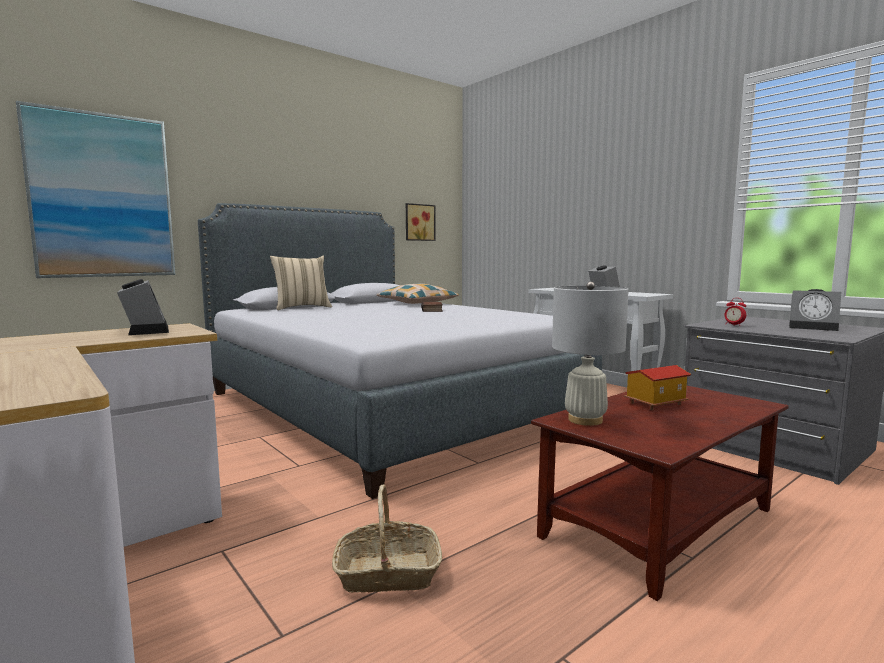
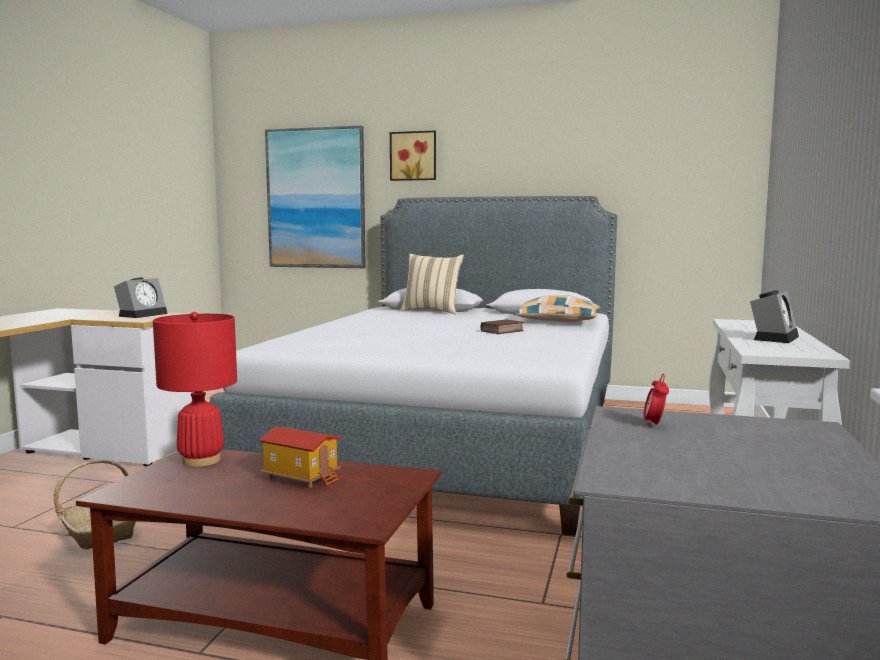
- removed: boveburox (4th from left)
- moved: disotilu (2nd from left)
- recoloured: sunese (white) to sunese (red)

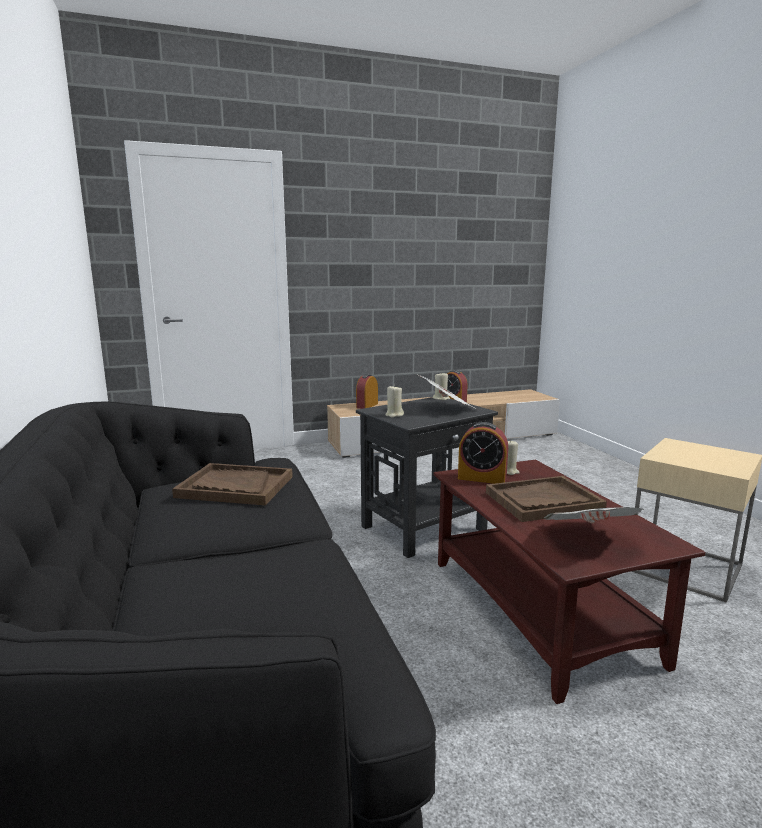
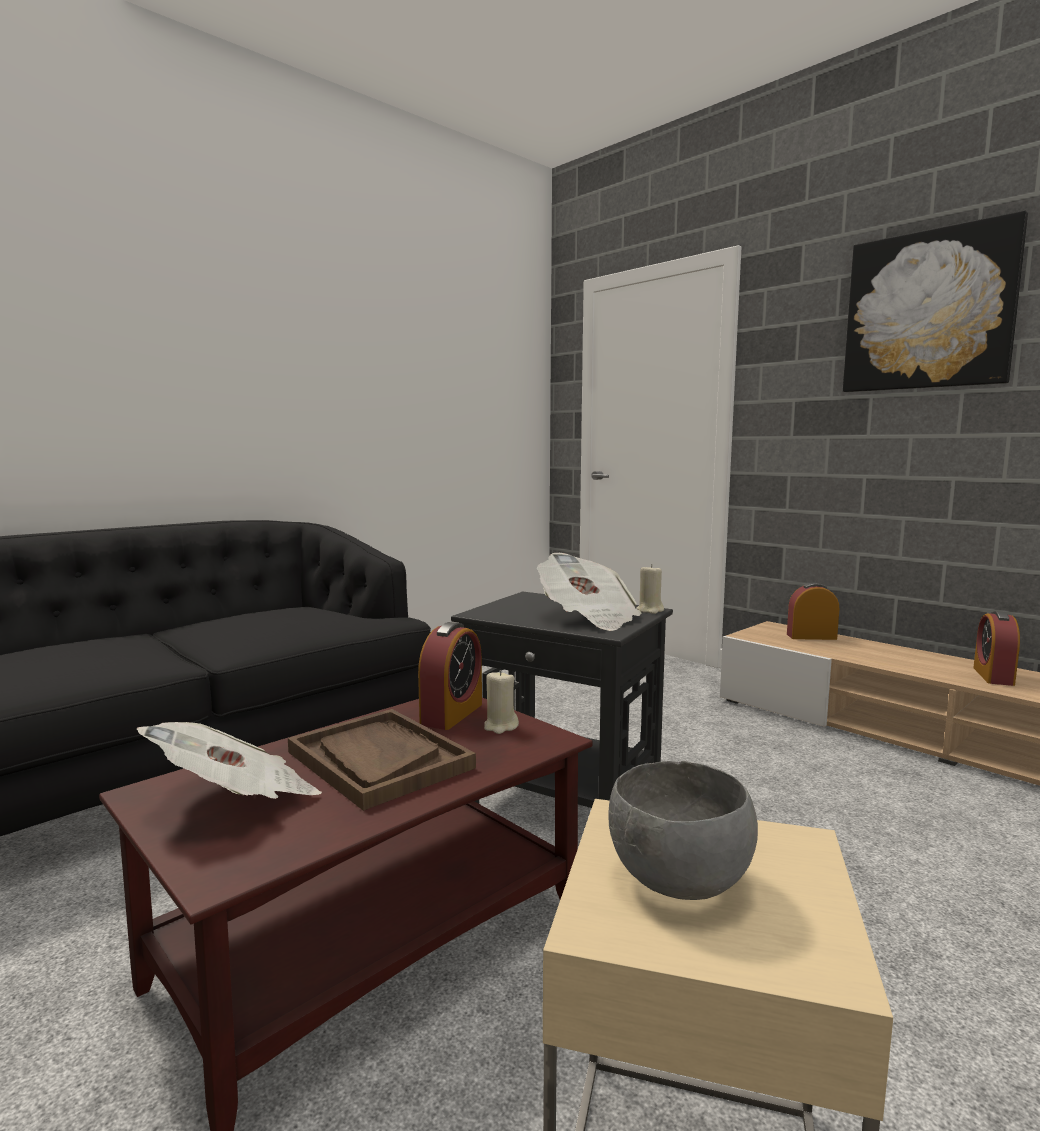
- removed: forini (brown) (1st from left)
- removed: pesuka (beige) (1st from left)
- added: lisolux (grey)
- added: disotilu
- turned: boveburox (3rd from left in the first image) 150 degrees counterclockwise

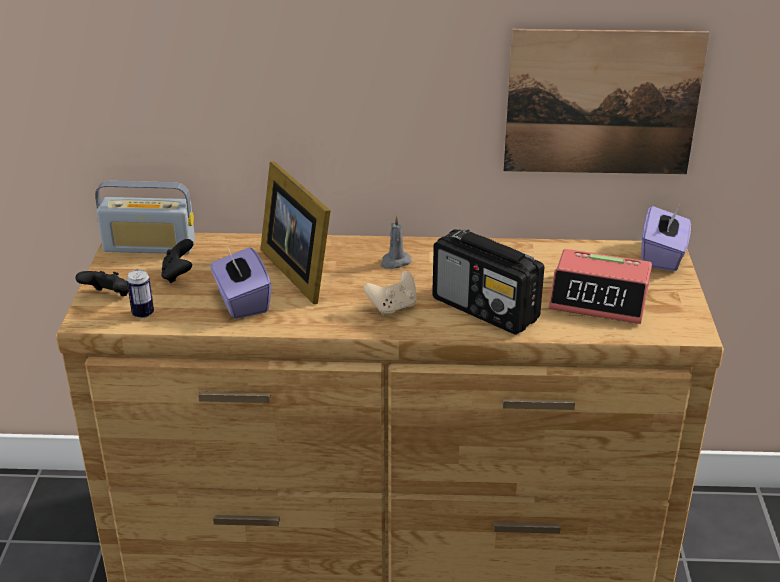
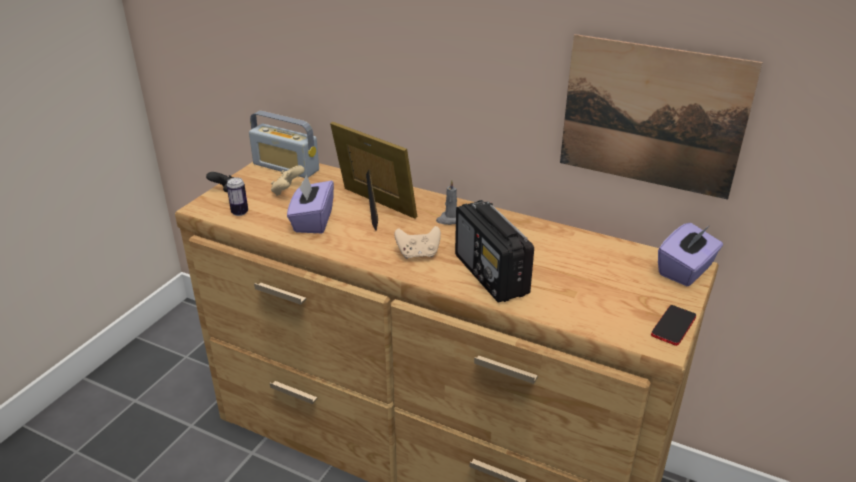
- removed: boveburox
- added: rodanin
- recoloured: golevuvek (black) (2nd from left) to golevuvek (beige) (1st from left)
- turned: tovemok 135 degrees clockwise

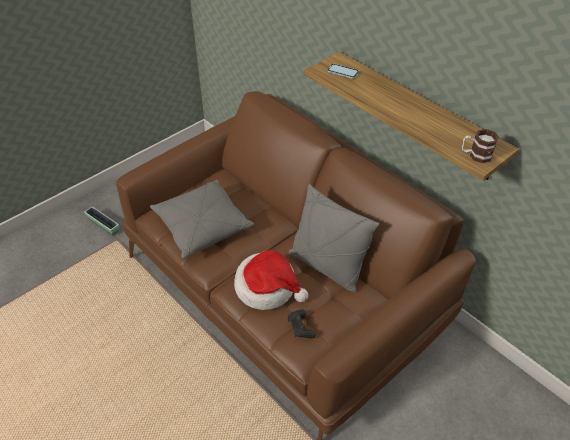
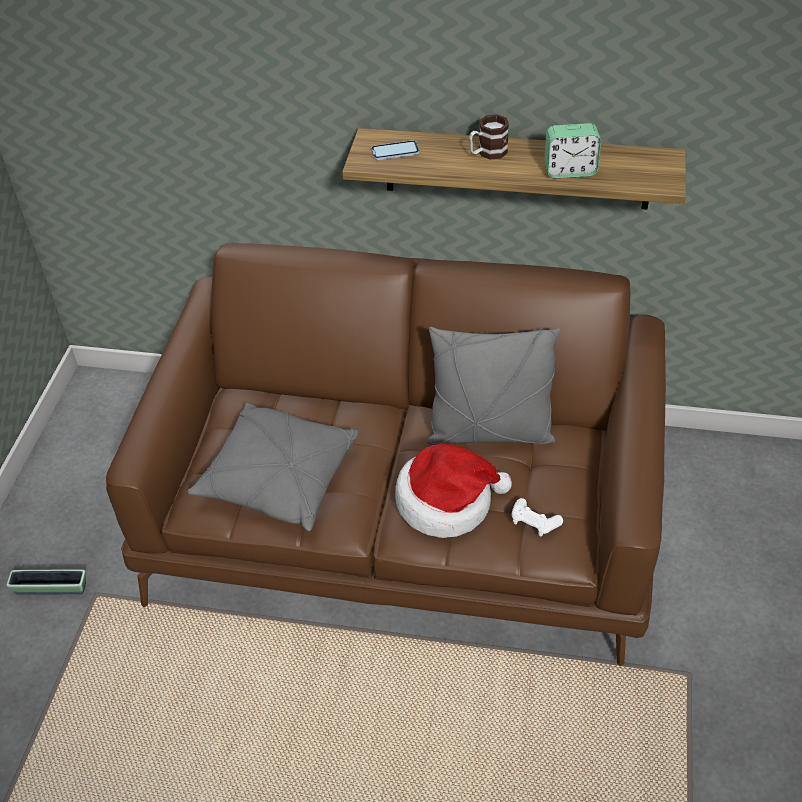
- added: boveburox
- moved: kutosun
- recoloured: golevuvek (black) to golevuvek (white)

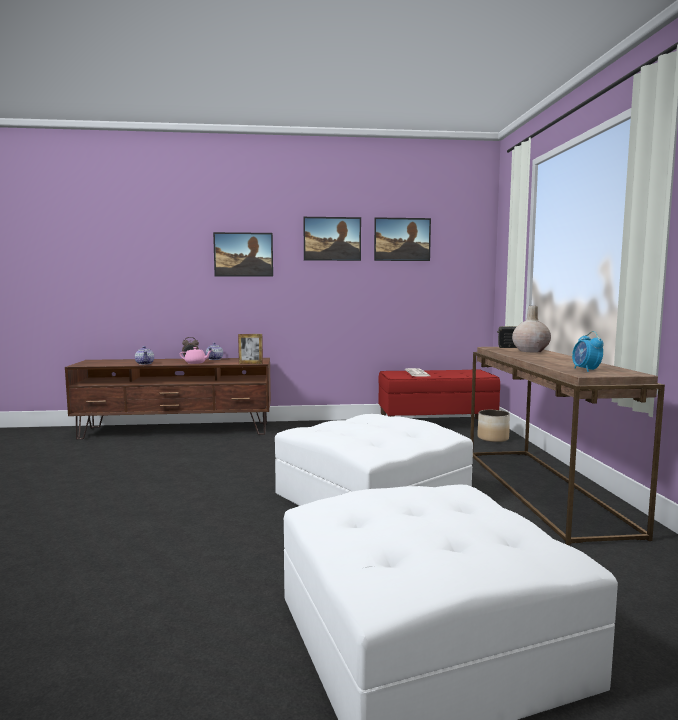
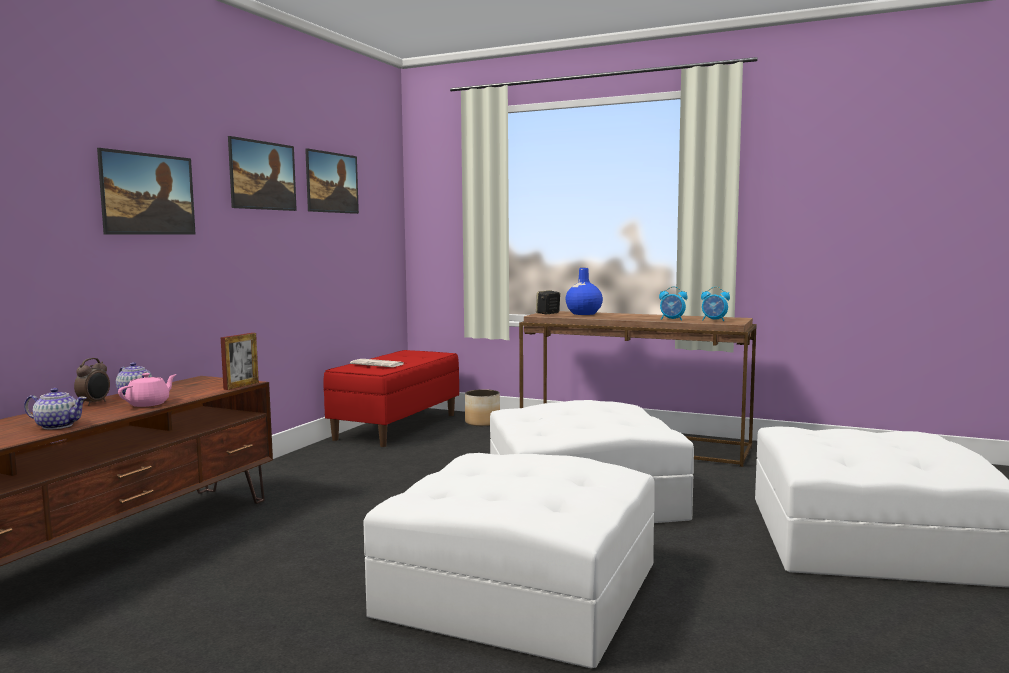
- added: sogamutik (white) (1st from left)
- added: boveburox (2nd from left)
- recoloured: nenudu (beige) to nenudu (blue)

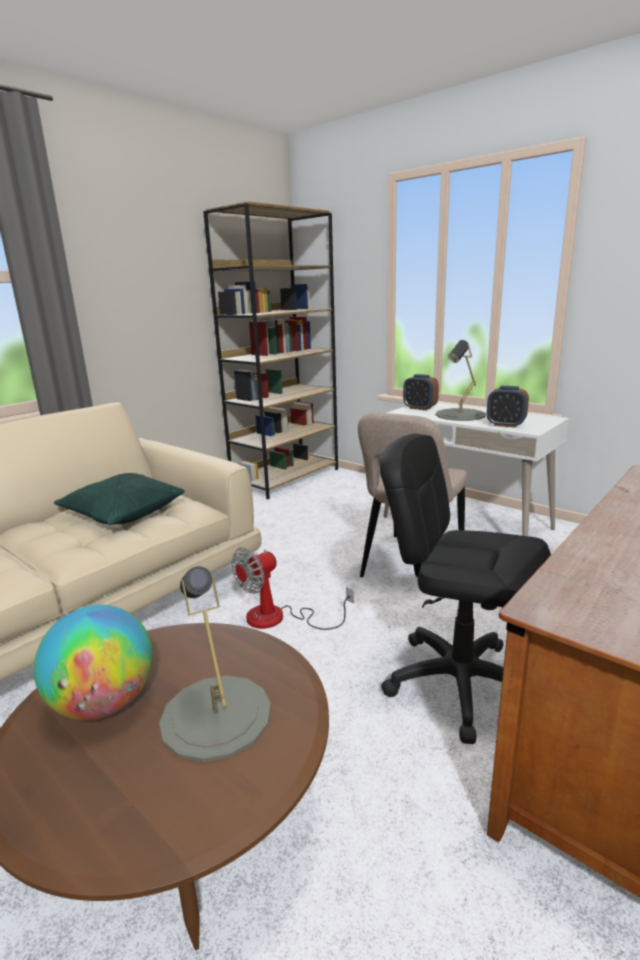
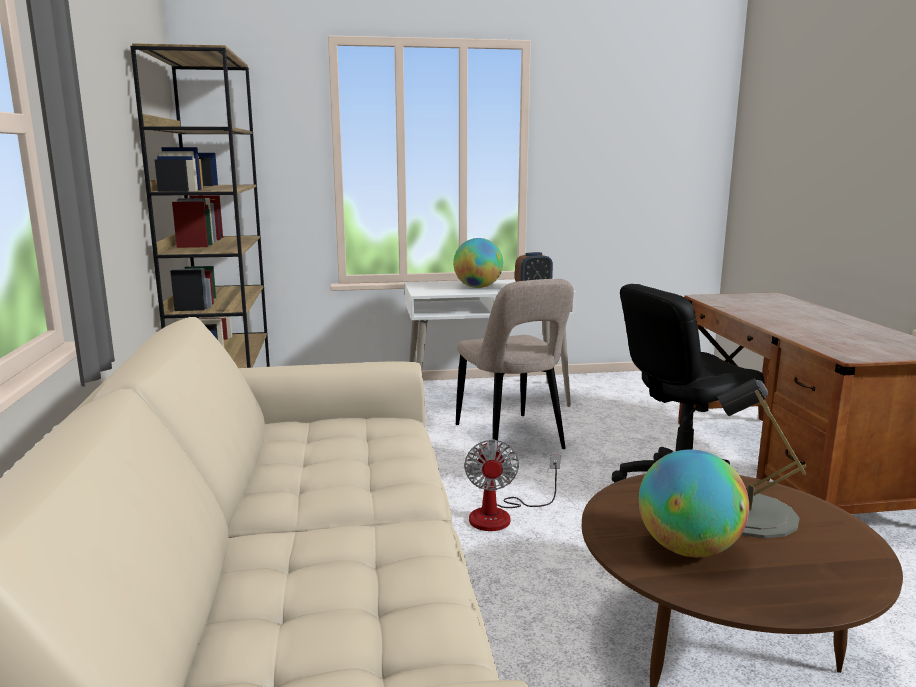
- removed: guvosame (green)
- removed: boveburox (1st from left)
- replaced: sunese (grey) (2nd from left) to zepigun (1st from left)

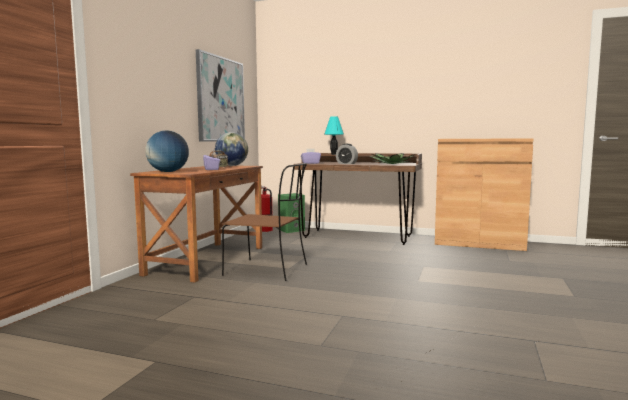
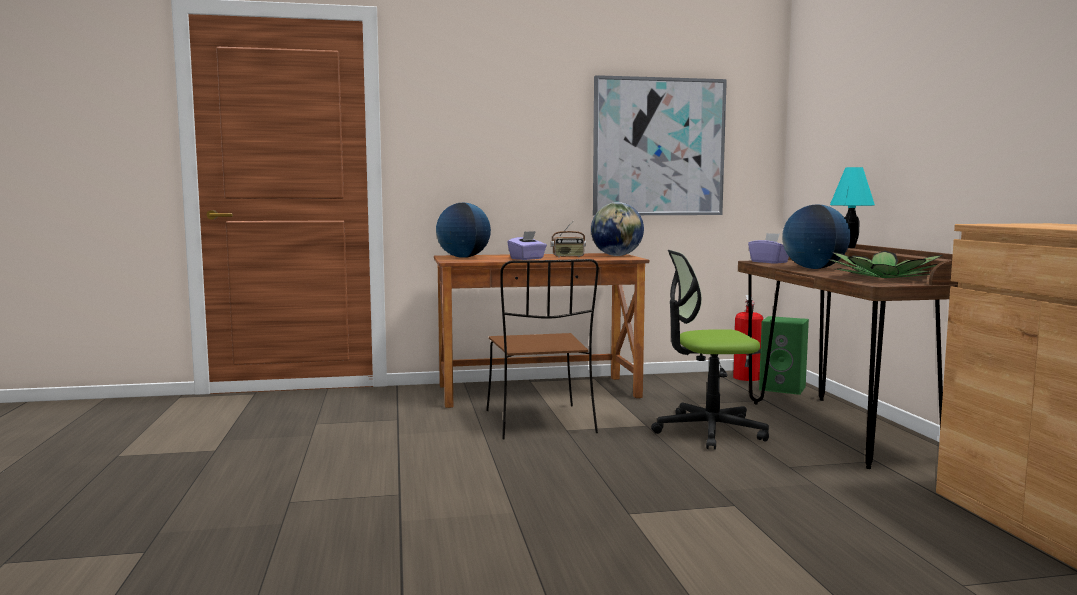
- added: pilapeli
- replaced: boveburox to zepigun (3rd from left)

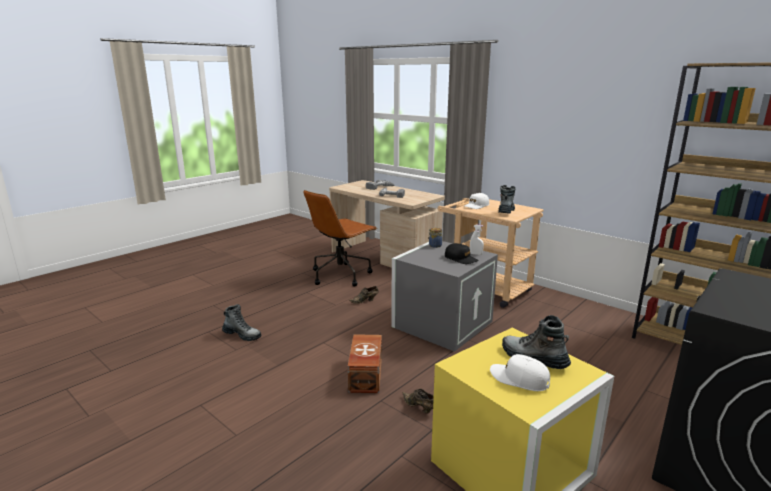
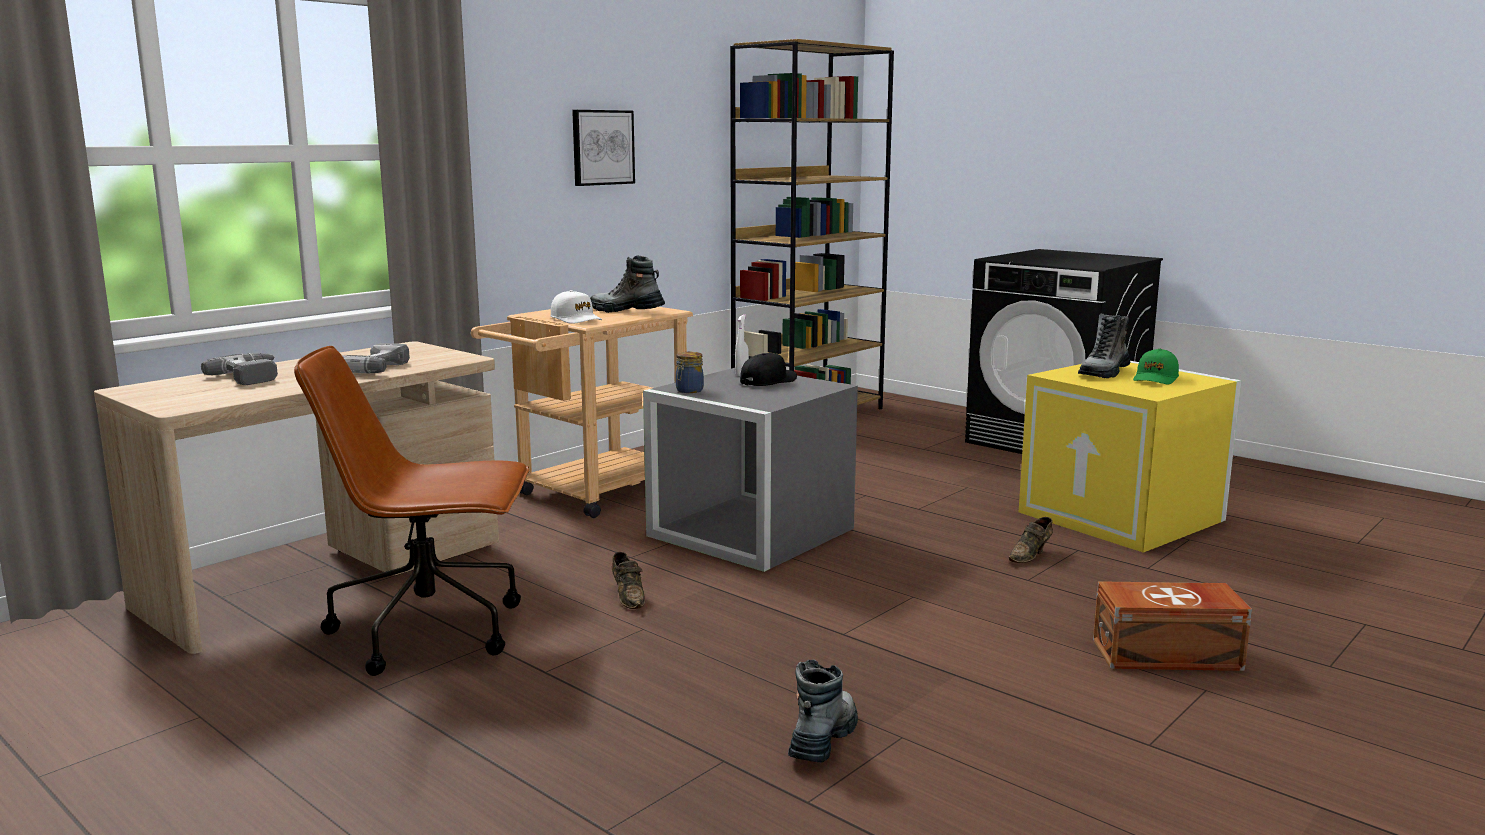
- added: disotilu
- moved: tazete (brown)
- recoloured: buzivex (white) (2nd from left) to buzivex (green)
- turned: pilapeli (brown) 135 degrees clockwise

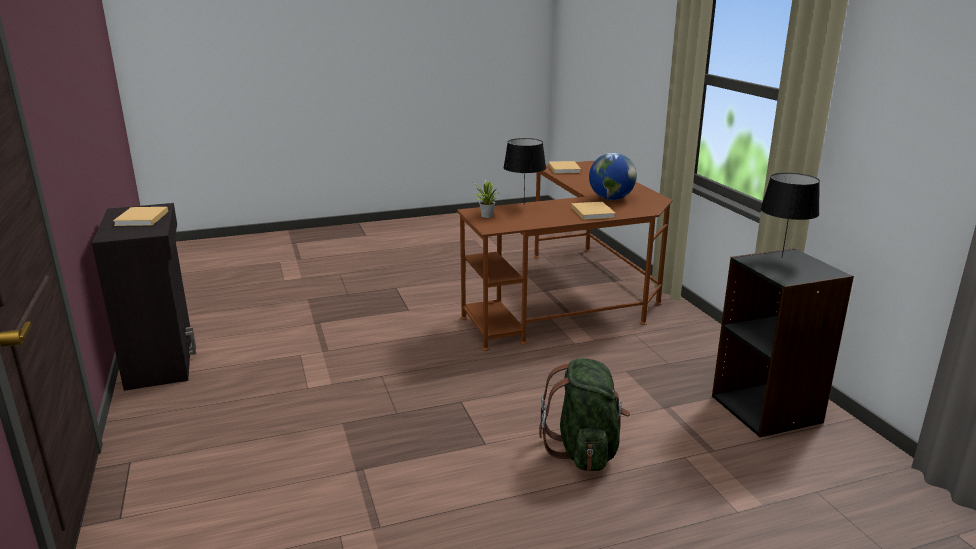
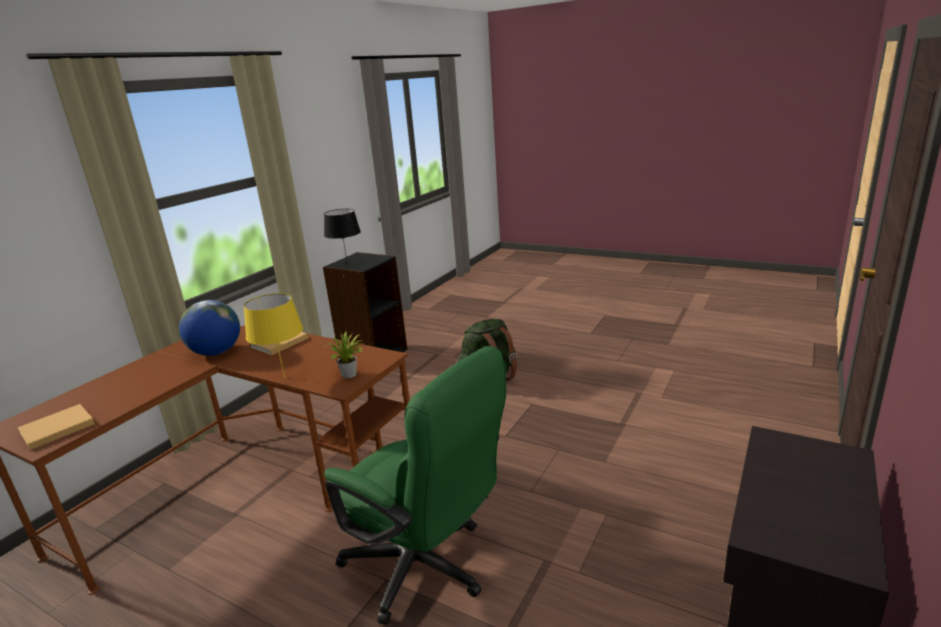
- removed: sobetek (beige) (1st from left)
- added: pilapeli (green)
- recoloured: sunese (black) (1st from left) to sunese (yellow)

